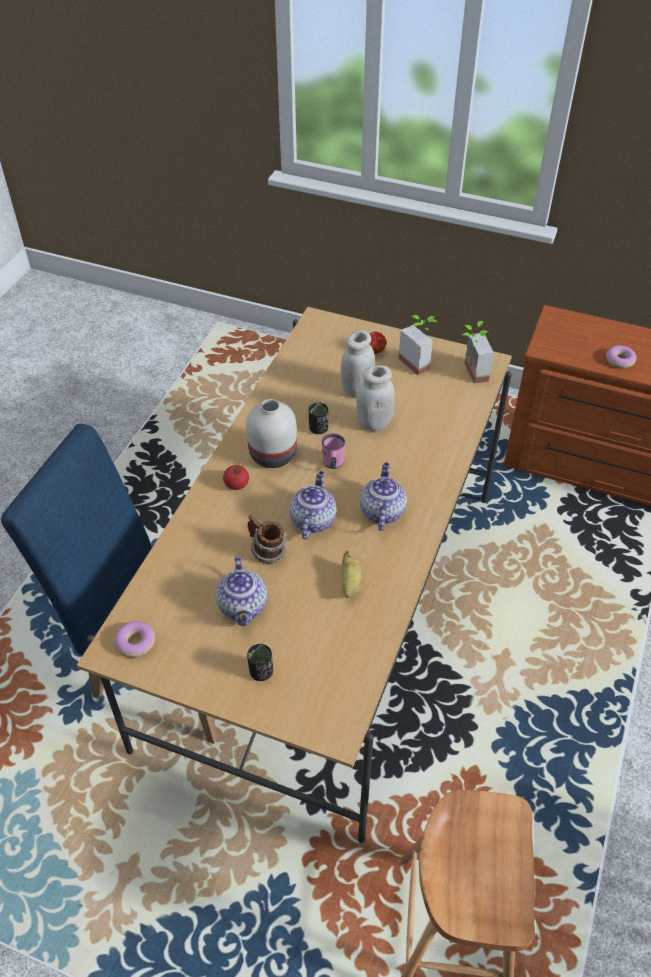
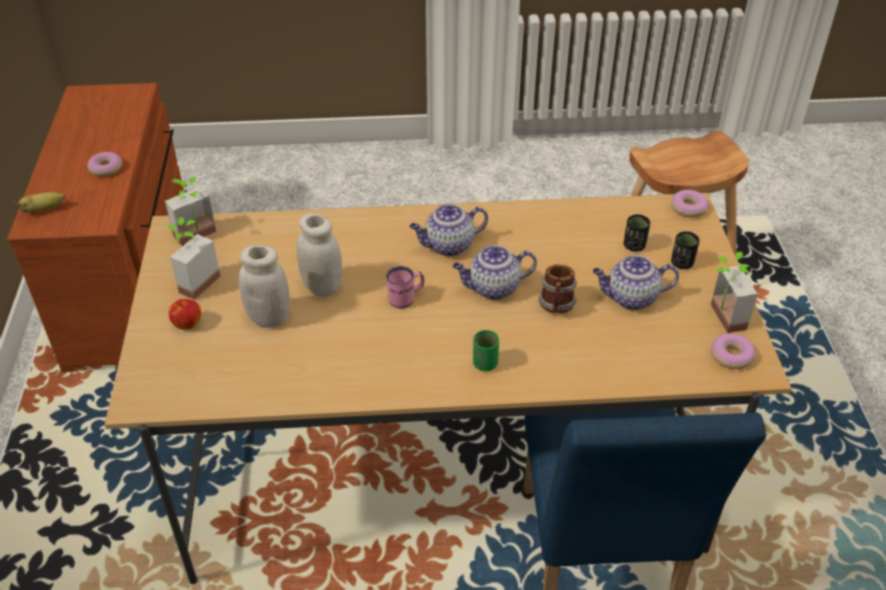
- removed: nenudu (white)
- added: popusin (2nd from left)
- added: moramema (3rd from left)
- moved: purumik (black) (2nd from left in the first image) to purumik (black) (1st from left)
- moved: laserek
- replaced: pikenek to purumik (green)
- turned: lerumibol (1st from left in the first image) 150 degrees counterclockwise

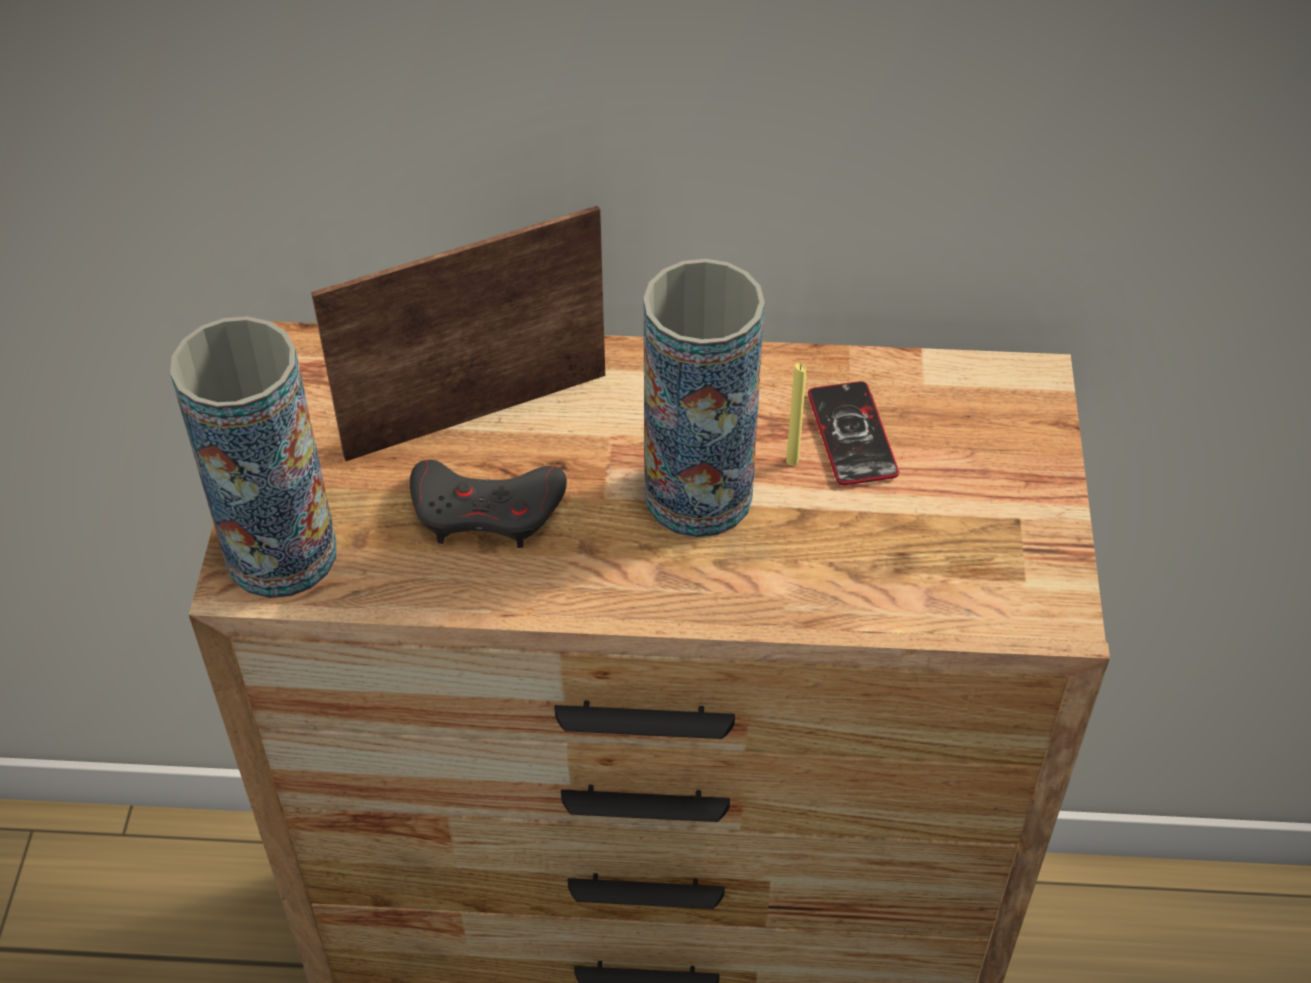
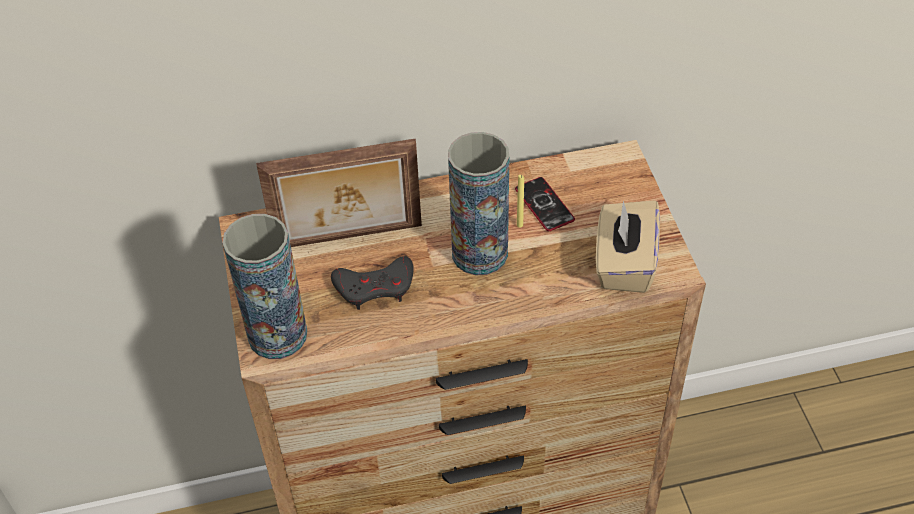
- added: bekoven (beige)
- turned: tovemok 150 degrees counterclockwise

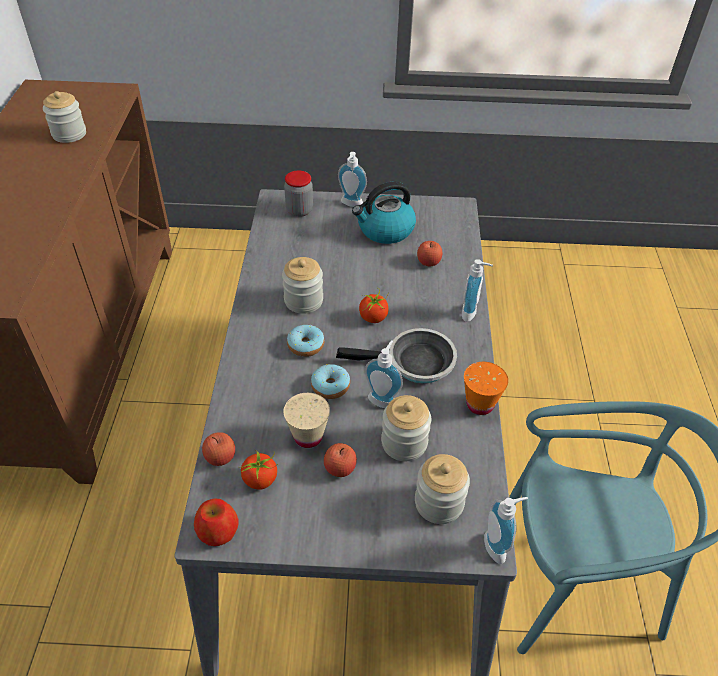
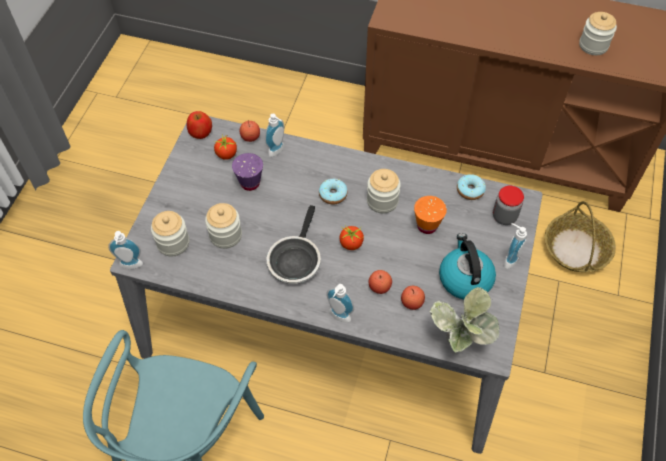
- added: moramema
- added: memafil
- moved: popusin (2nd from left)
- moved: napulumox (3rd from left)
- moved: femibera (2nd from left)
- moved: purumik (orange)
- recoloured: purumik (beige) to purumik (purple)

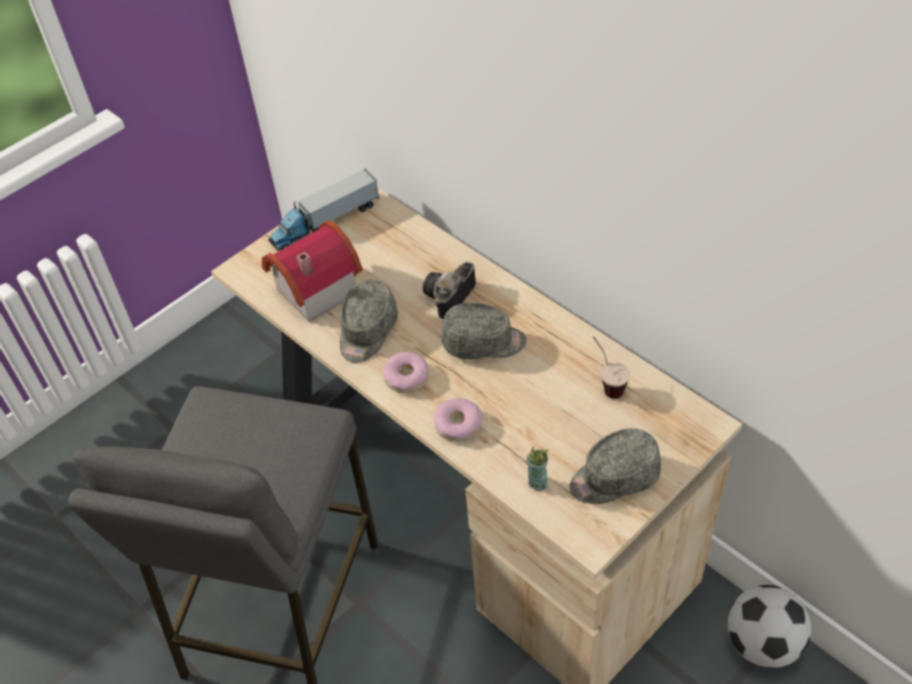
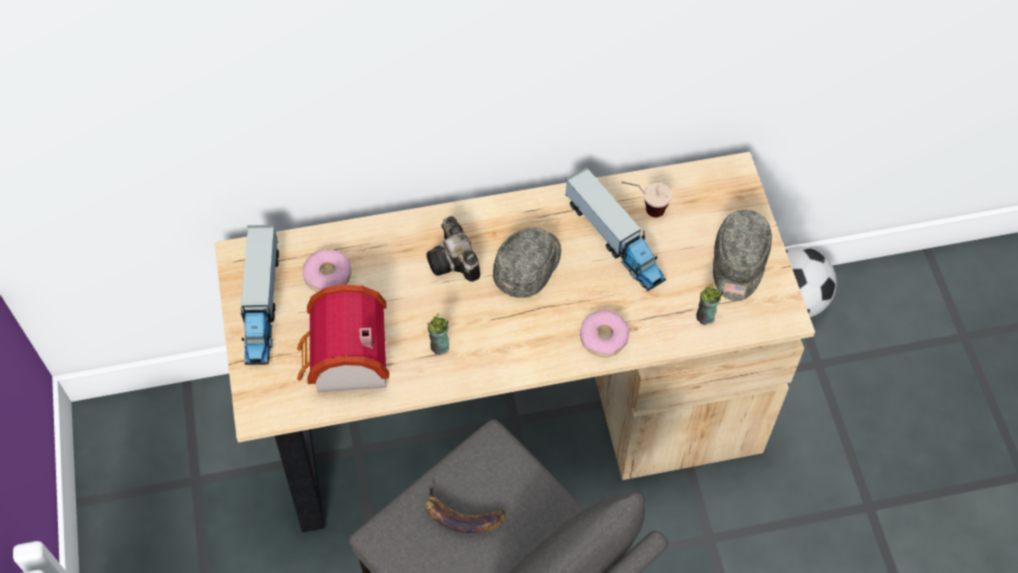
- added: laserek
- added: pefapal (2nd from left)
- moved: popusin (1st from left)
- replaced: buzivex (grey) (1st from left) to purumik (1st from left)

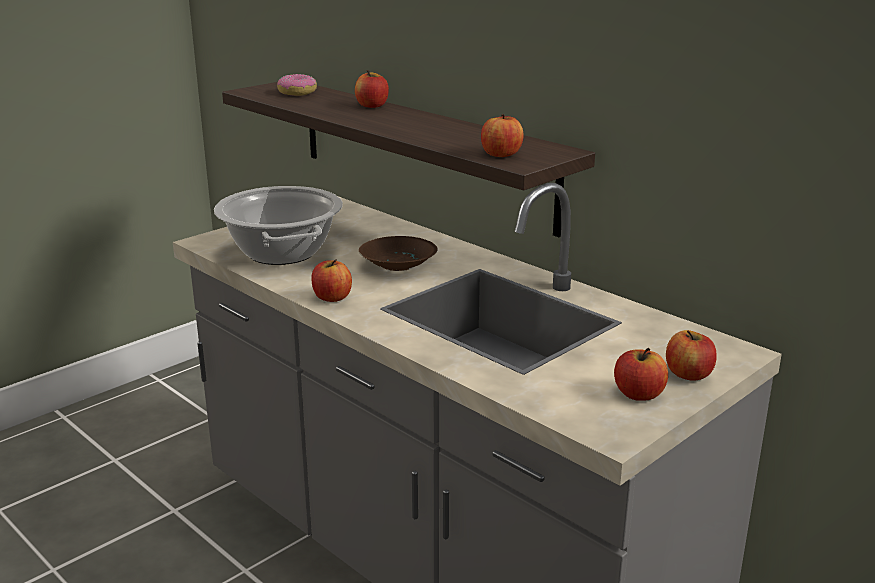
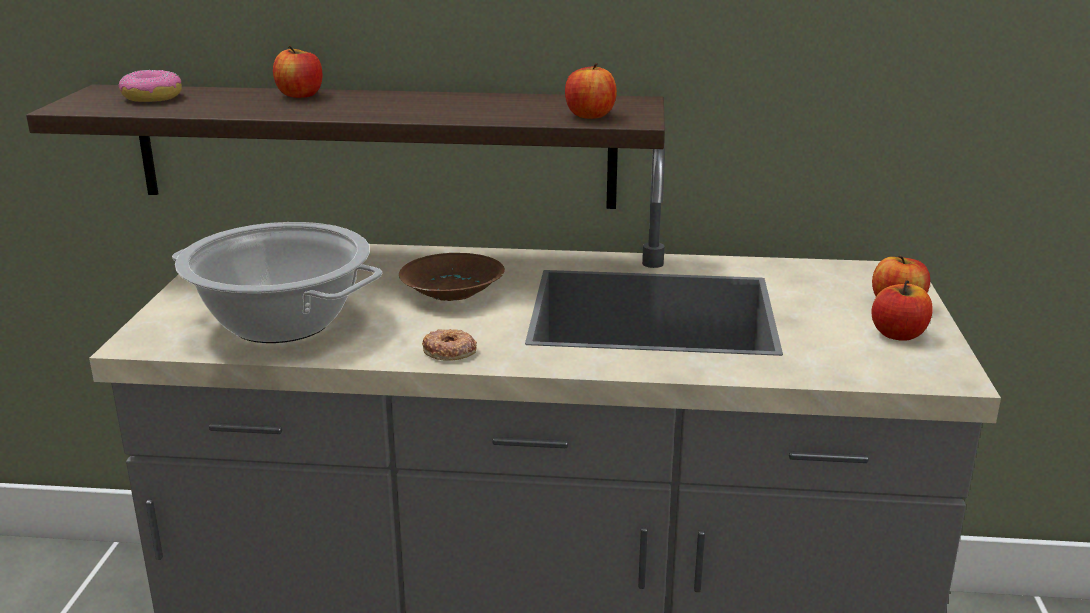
- replaced: napulumox (1st from left) to popusin (2nd from left)

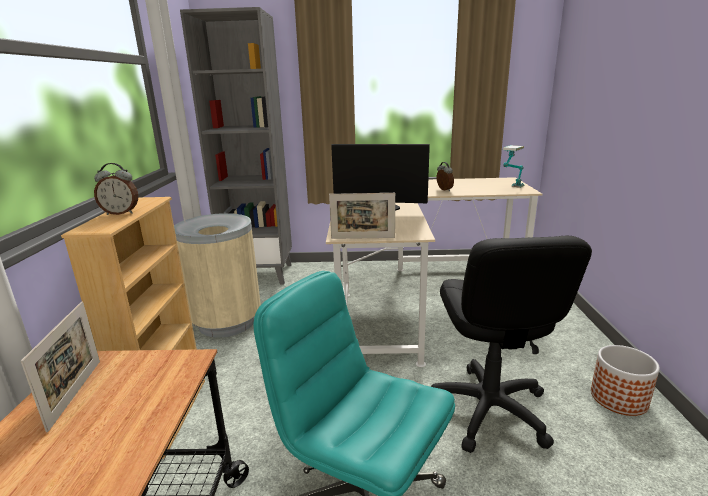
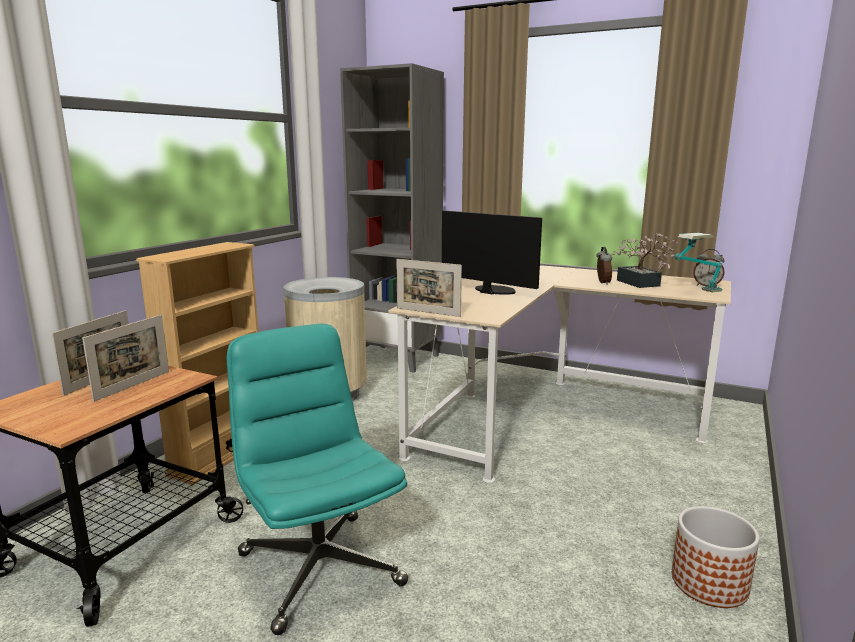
- removed: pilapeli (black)
- added: tovemok (2nd from left)
- added: moramema
- moved: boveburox (1st from left in the first image) to boveburox (2nd from left)

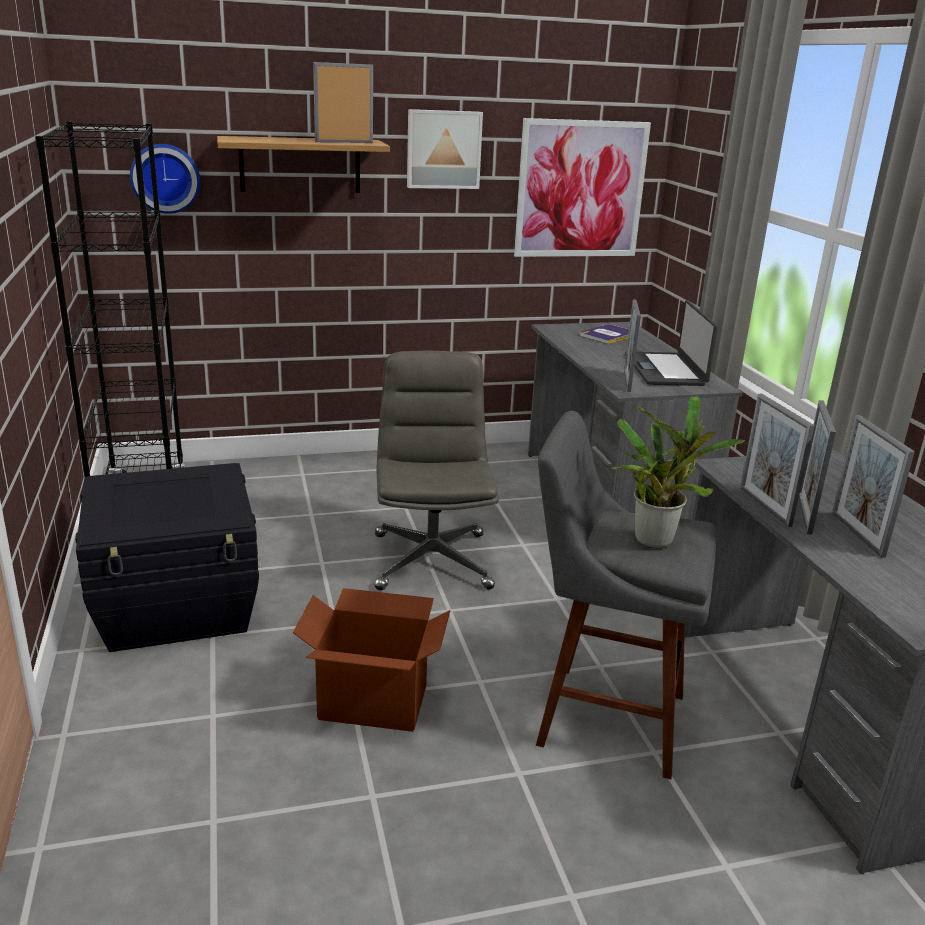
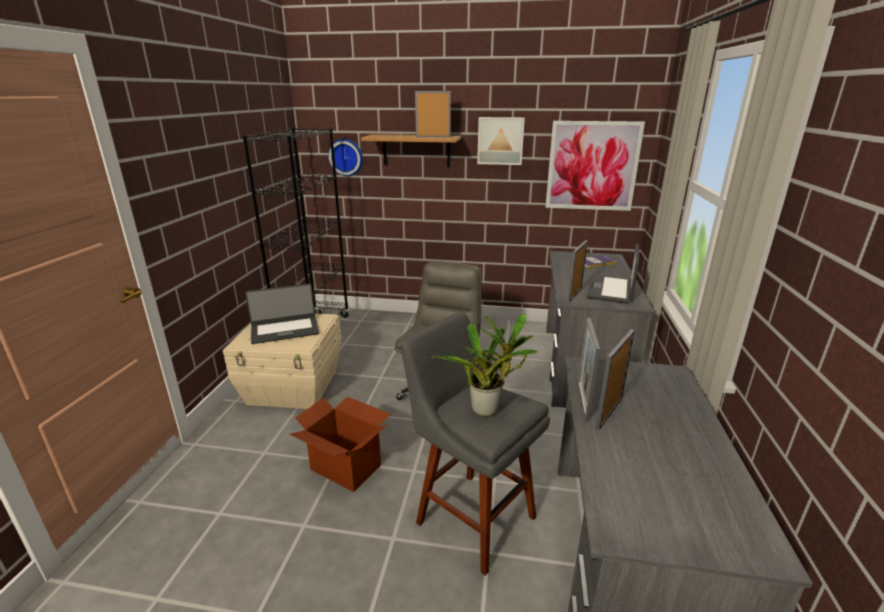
- removed: tovemok (5th from left)
- added: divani (1st from left)
- recoloured: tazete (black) to tazete (beige)

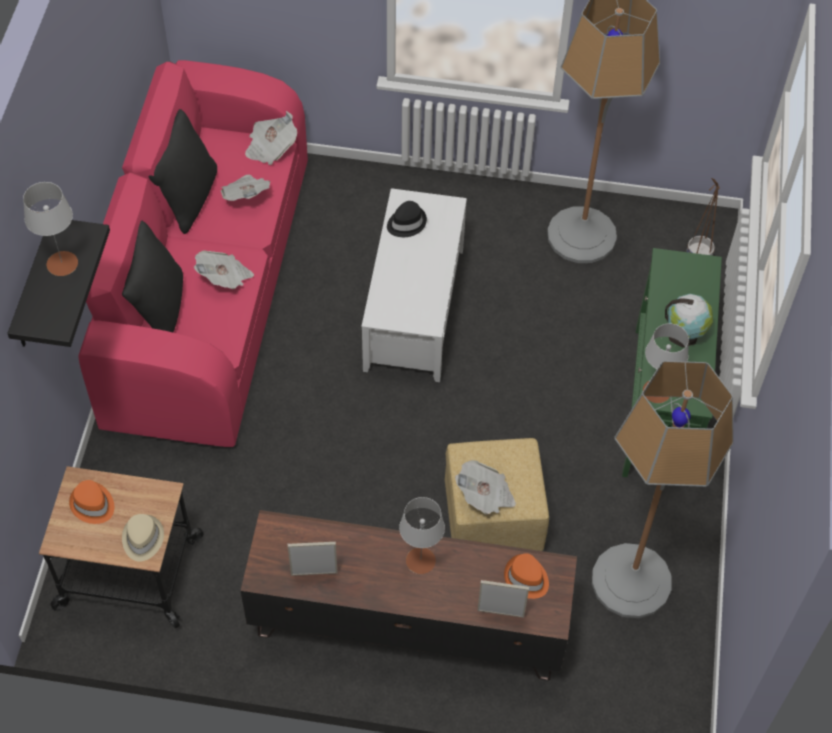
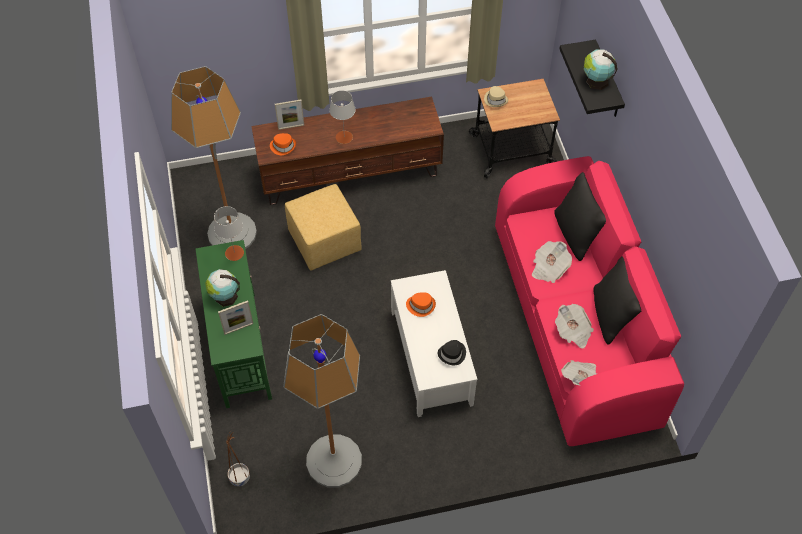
- removed: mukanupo (4th from left)
- moved: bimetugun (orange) (1st from left in the first image) to bimetugun (orange) (2nd from left)
- moved: tovemok (1st from left)
- replaced: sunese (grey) (1st from left) to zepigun (2nd from left)

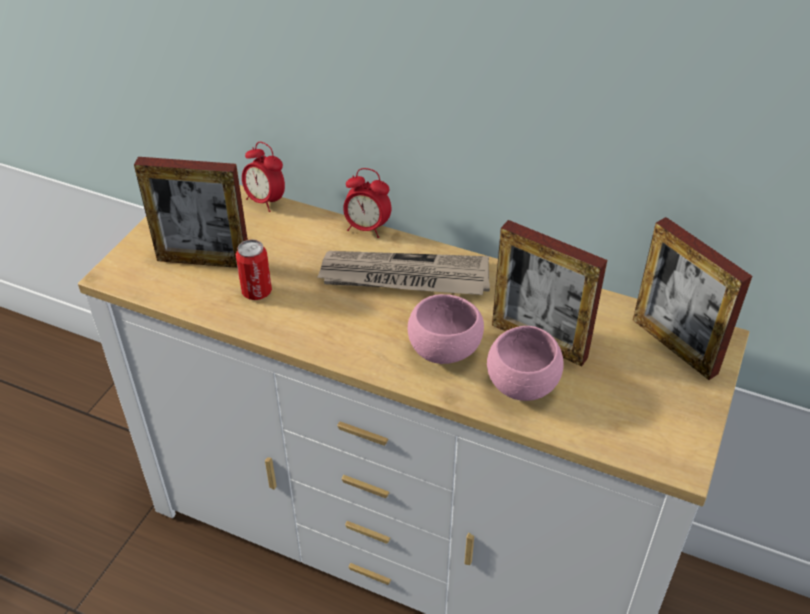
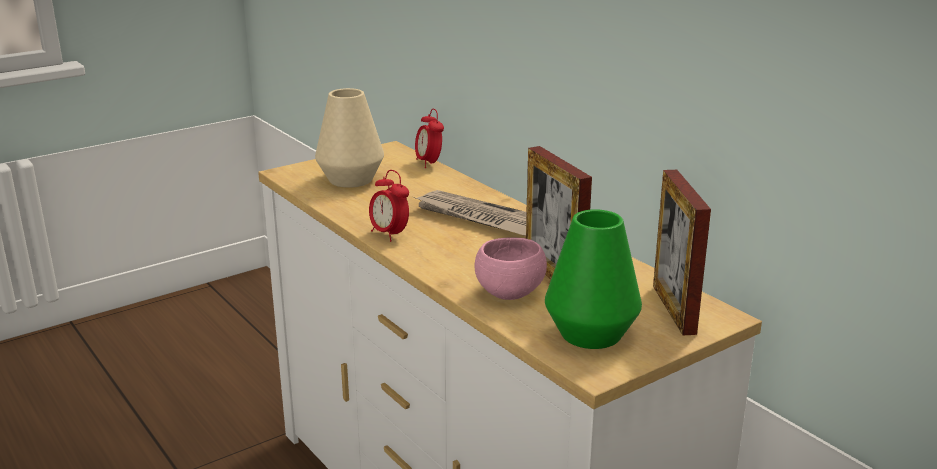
- removed: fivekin
- removed: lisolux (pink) (1st from left)
- added: nenudu (green)
- moved: boveburox (2nd from left in the first image) to boveburox (1st from left)
- replaced: tovemok (1st from left) to nenudu (beige)

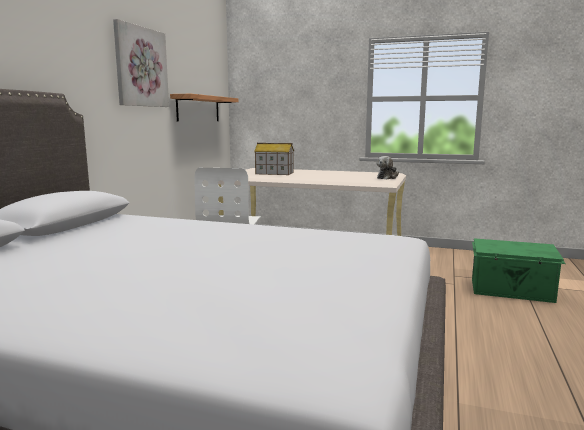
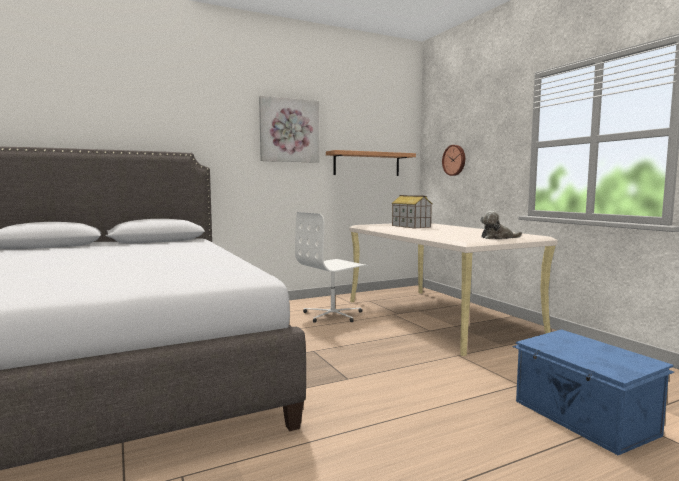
- added: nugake
- recoloured: tazete (green) to tazete (blue)

